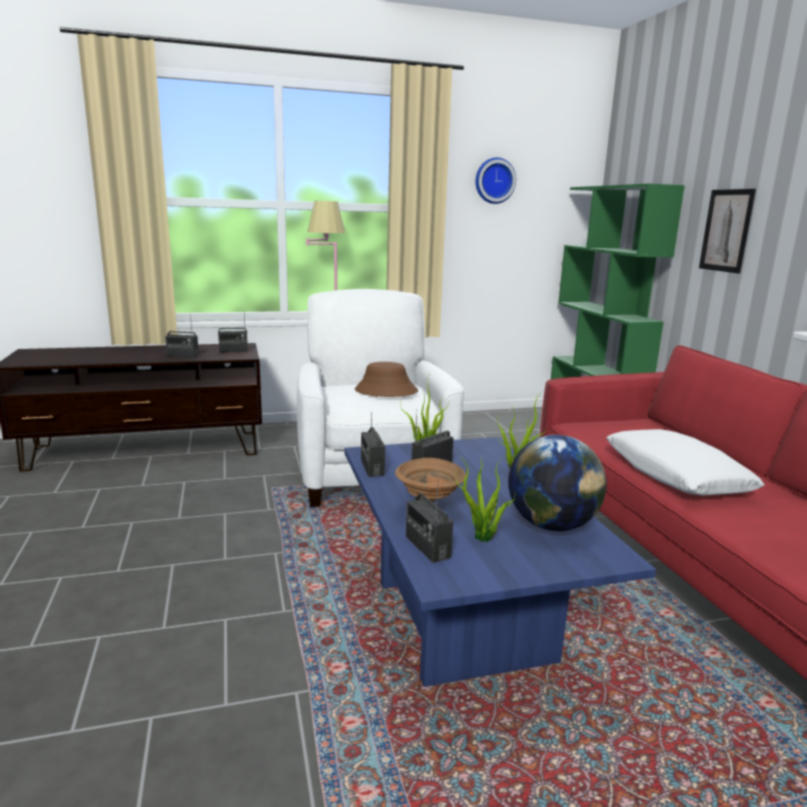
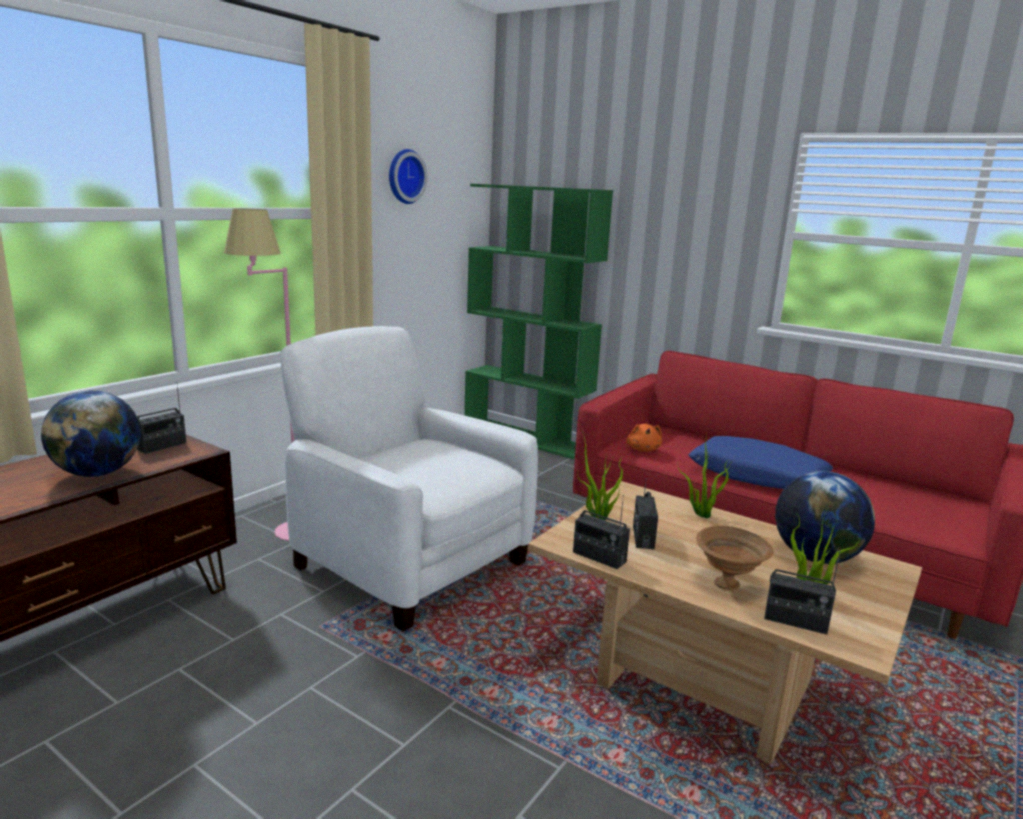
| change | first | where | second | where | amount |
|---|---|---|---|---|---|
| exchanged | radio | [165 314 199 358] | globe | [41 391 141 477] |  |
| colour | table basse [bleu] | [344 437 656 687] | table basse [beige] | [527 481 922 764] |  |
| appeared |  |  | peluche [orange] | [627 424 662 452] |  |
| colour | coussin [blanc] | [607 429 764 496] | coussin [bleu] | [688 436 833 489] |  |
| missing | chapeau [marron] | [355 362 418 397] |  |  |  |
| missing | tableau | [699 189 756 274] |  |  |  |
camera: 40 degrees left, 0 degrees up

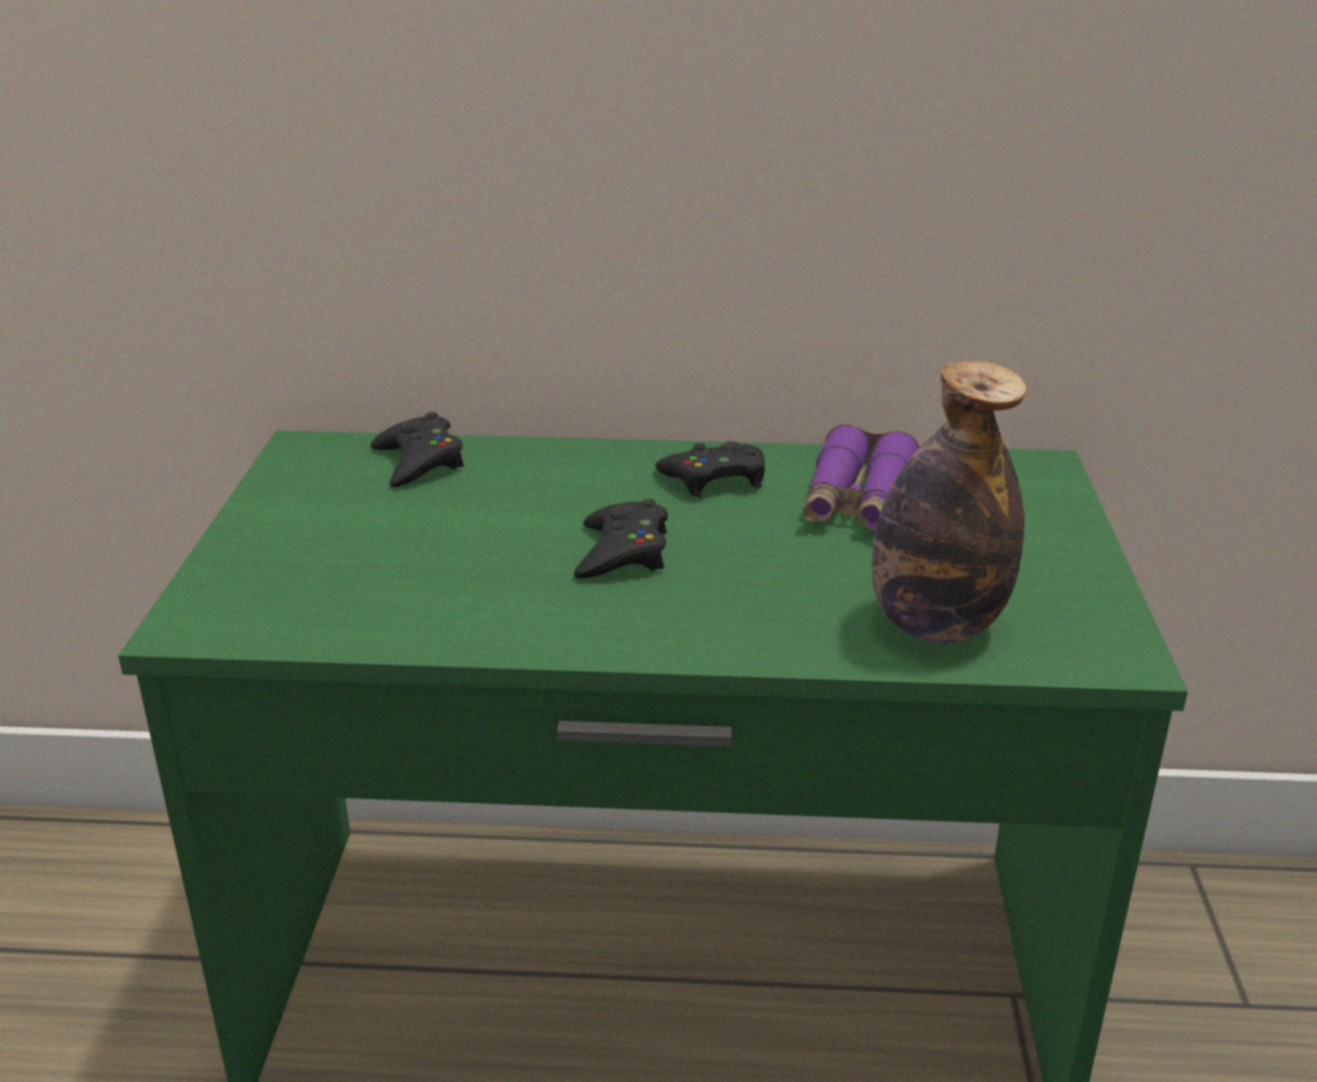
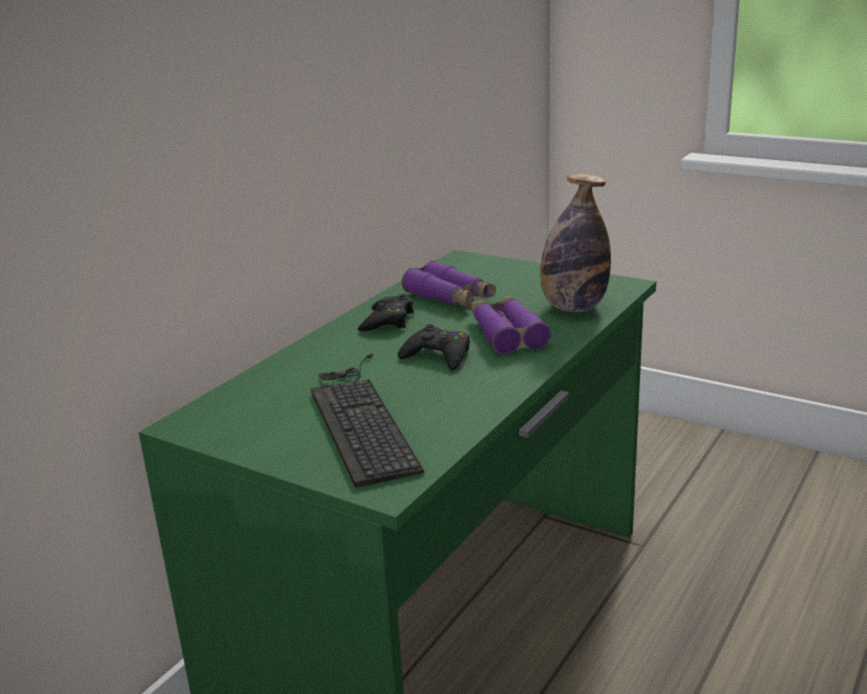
| change | first | where | second | where | amount |
|---|---|---|---|---|---|
| appeared |  |  | clavier | [311 353 424 488] |  |
| appeared |  |  | jumelles [violet] | [470 296 551 354] |  |
| missing | manette [noir] | [371 412 464 487] |  |  |  |
camera: 60 degrees left, 5 degrees down

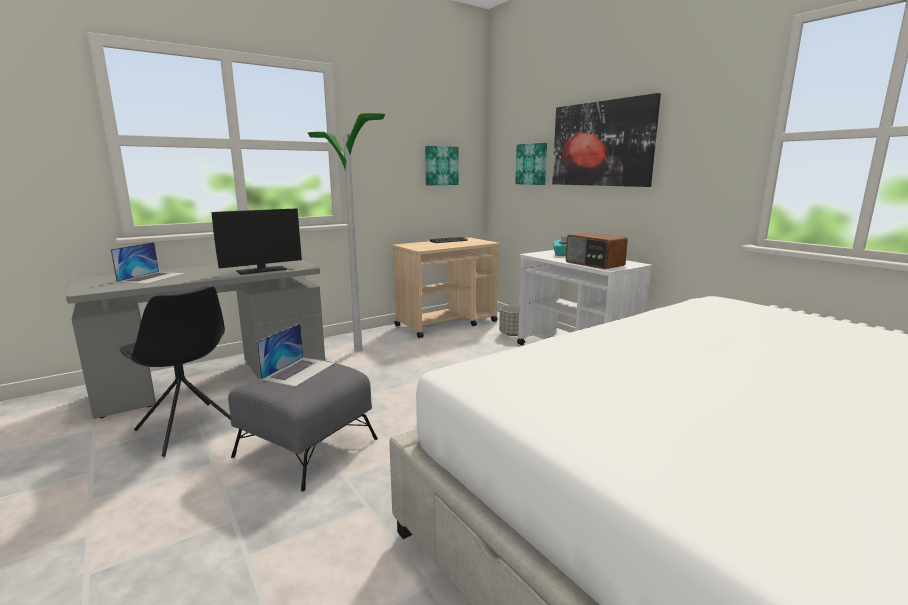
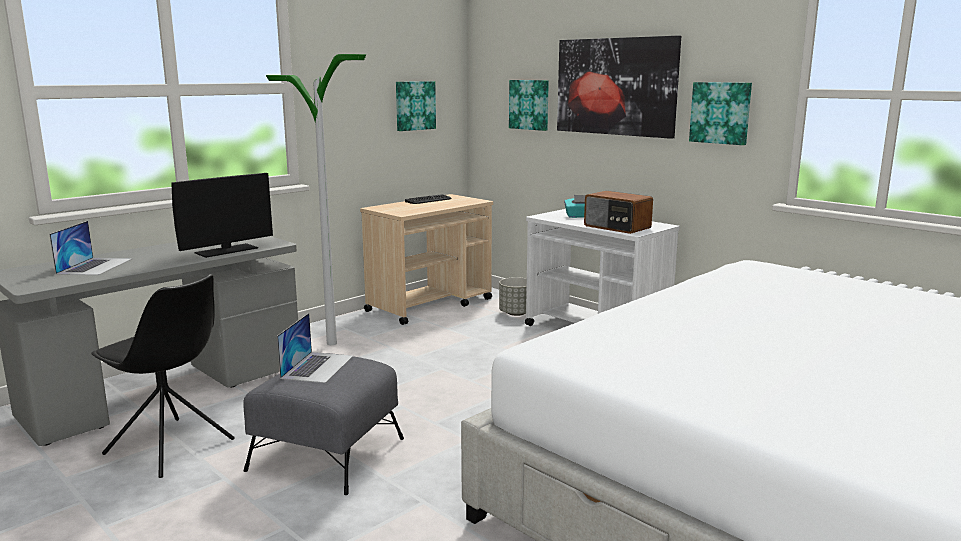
| change | first | where | second | where | amount |
|---|---|---|---|---|---|
| appeared |  |  | tableau | [689 82 752 145] |  |
camera: 10 degrees left, 0 degrees up

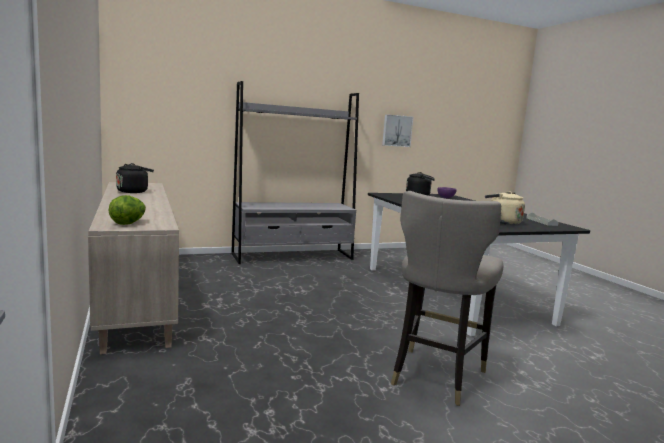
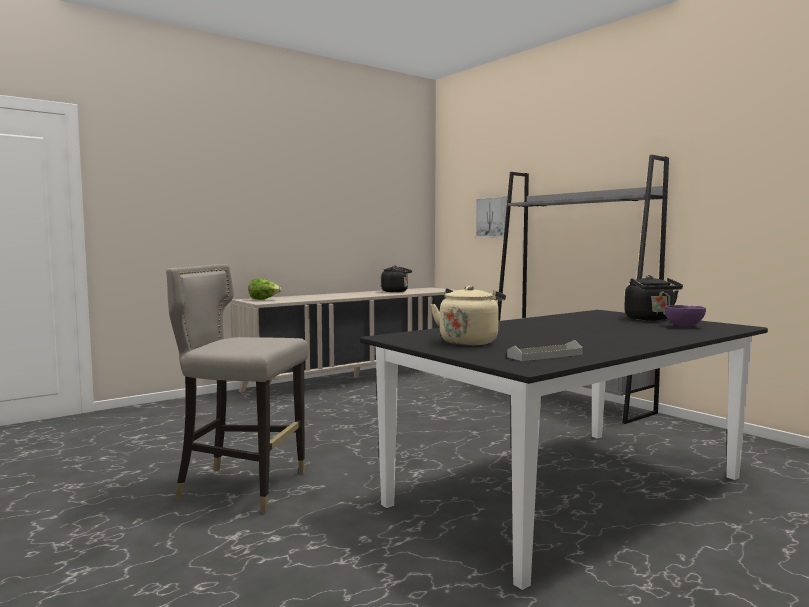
| change | first | where | second | where | amount |
|---|---|---|---|---|---|
| relocated | tableau | [382 114 413 147] |  | [475 197 507 237] |  |
camera: 75 degrees right, 5 degrees down

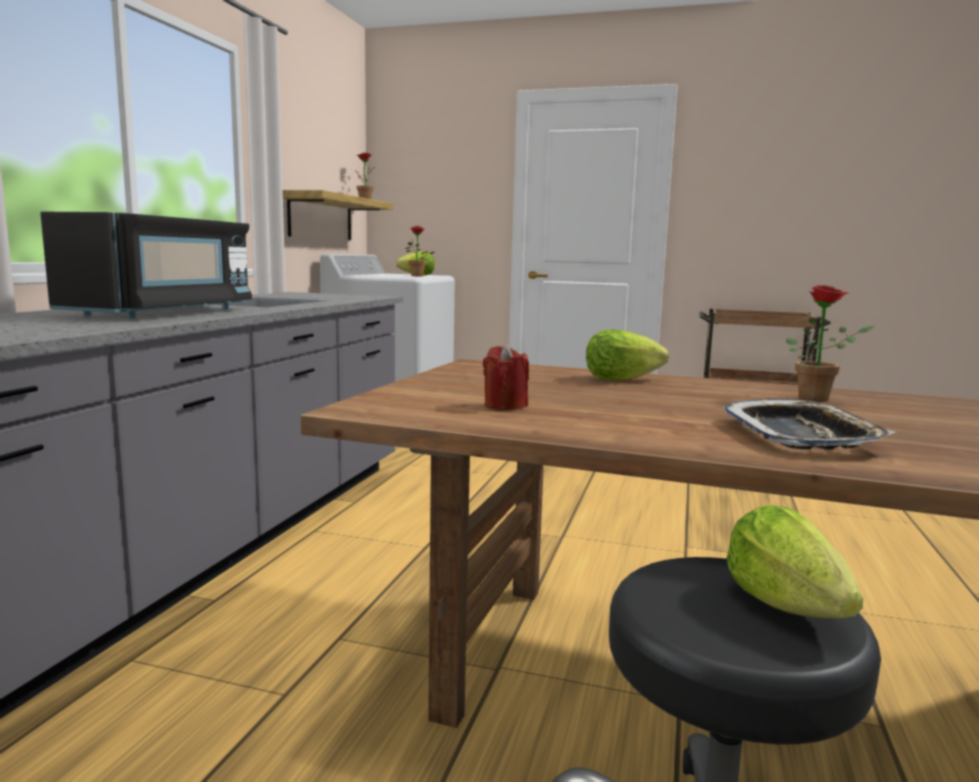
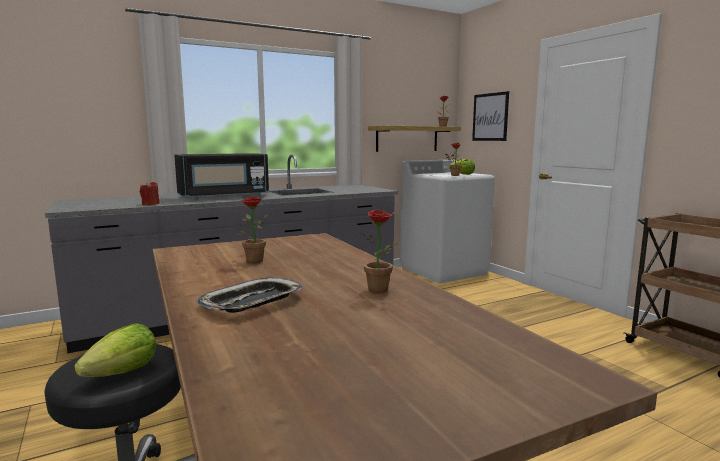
| change | first | where | second | where | amount |
|---|---|---|---|---|---|
| relocated | bougie [rouge] | [483 344 529 410] |  | [140 181 160 205] |  |
| appeared |  |  | plante en pot | [237 196 267 263] |  |
| appeared |  |  | tableau | [472 91 509 141] |  |
| missing | laitue | [586 330 669 380] |  |  |  |
camera: 45 degrees right, 0 degrees up

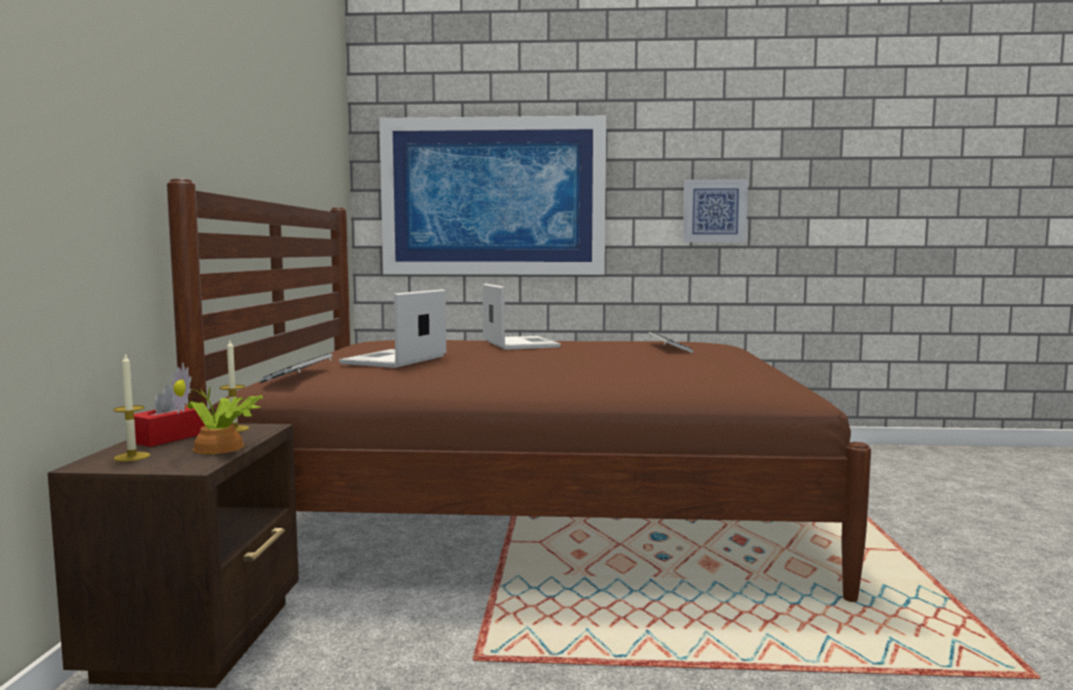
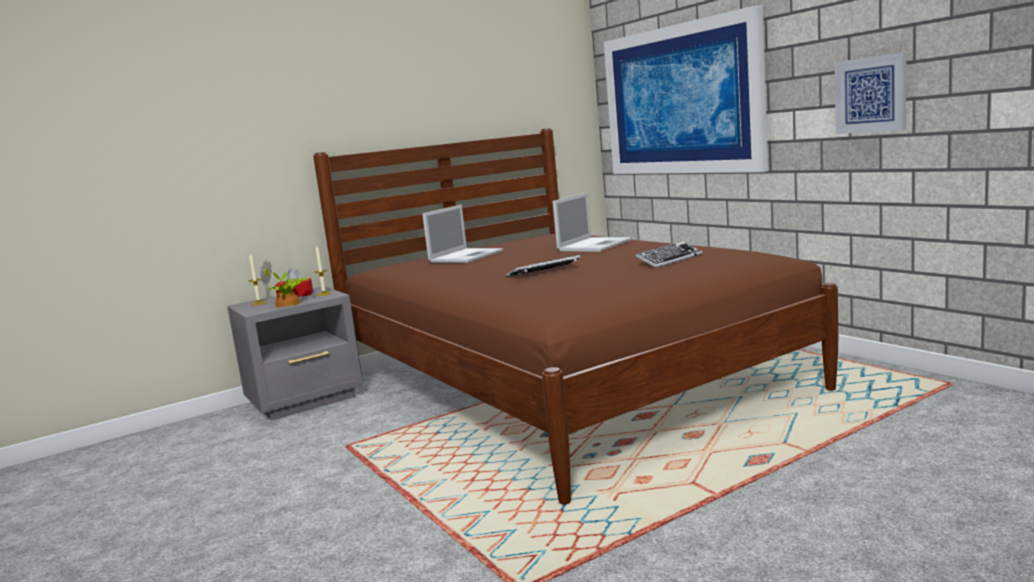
| change | first | where | second | where | amount |
|---|---|---|---|---|---|
| colour | table de chevet [marron] | [48 423 299 688] | table de chevet [gris] | [227 287 363 421] |  |
| spun | ordinateur portable | [339 289 446 368] |  | [422 205 503 263] | 135 degrees clockwise |
| relocated | clavier | [260 353 333 383] |  | [506 255 581 277] |  |
camera: 55 degrees right, 5 degrees up

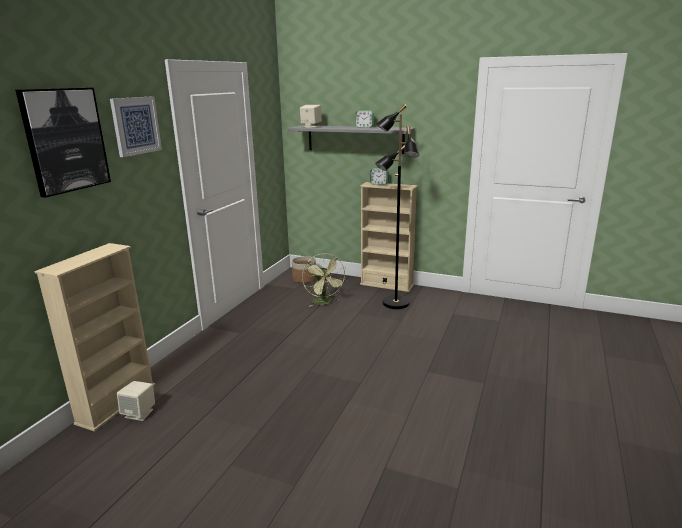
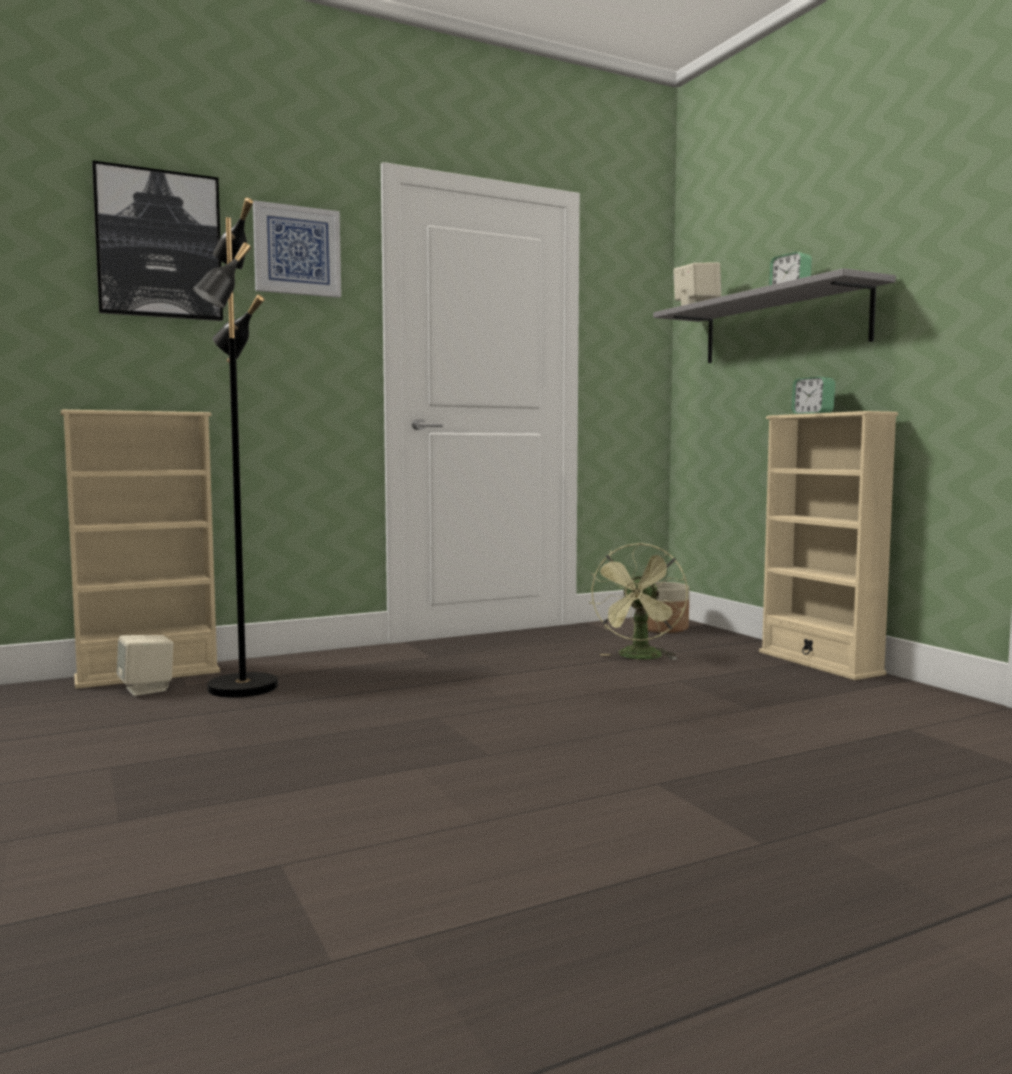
| change | first | where | second | where | amount |
|---|---|---|---|---|---|
| relocated | lampadaire [noir] | [375 104 419 309] |  | [193 197 278 697] |  |
camera: 40 degrees right, 15 degrees down

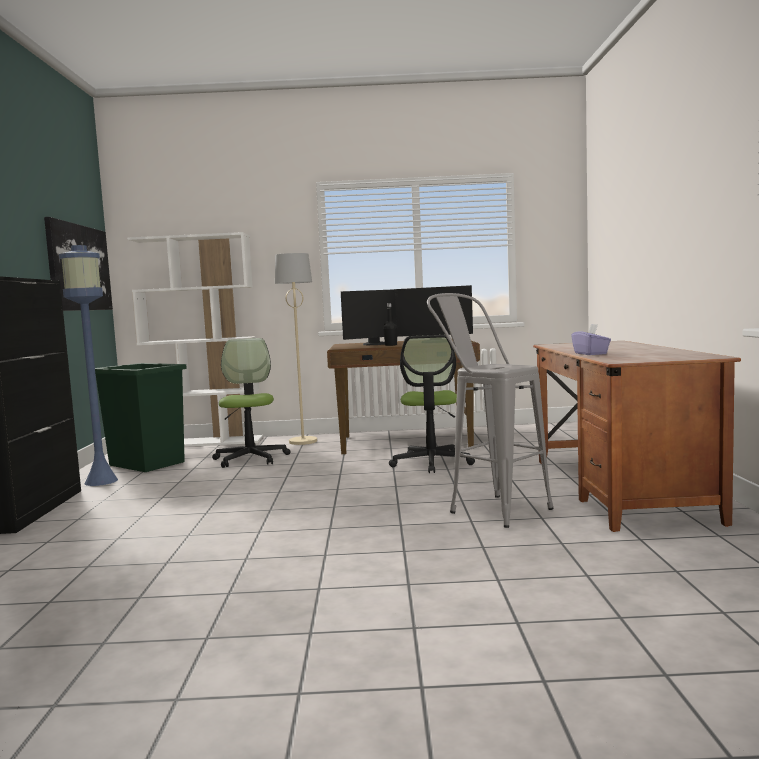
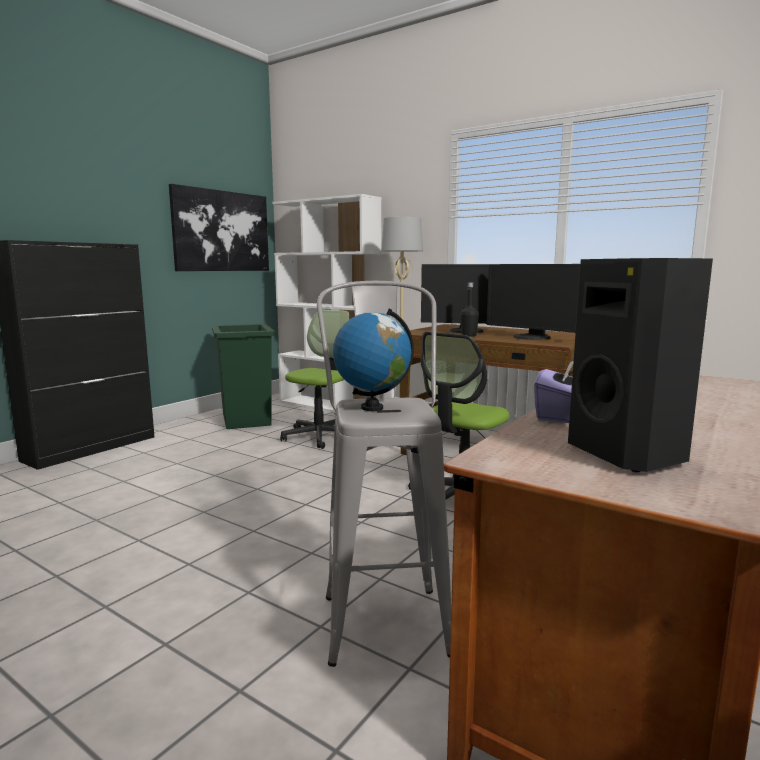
| change | first | where | second | where | amount |
|---|---|---|---|---|---|
| appeared |  |  | globe | [333 309 414 411] |  |
| appeared |  |  | enceinte [noir] | [568 258 713 472] |  |
| missing | lampadaire [bleu] | [59 245 118 486] |  |  |  |
camera: 35 degrees right, 5 degrees up

